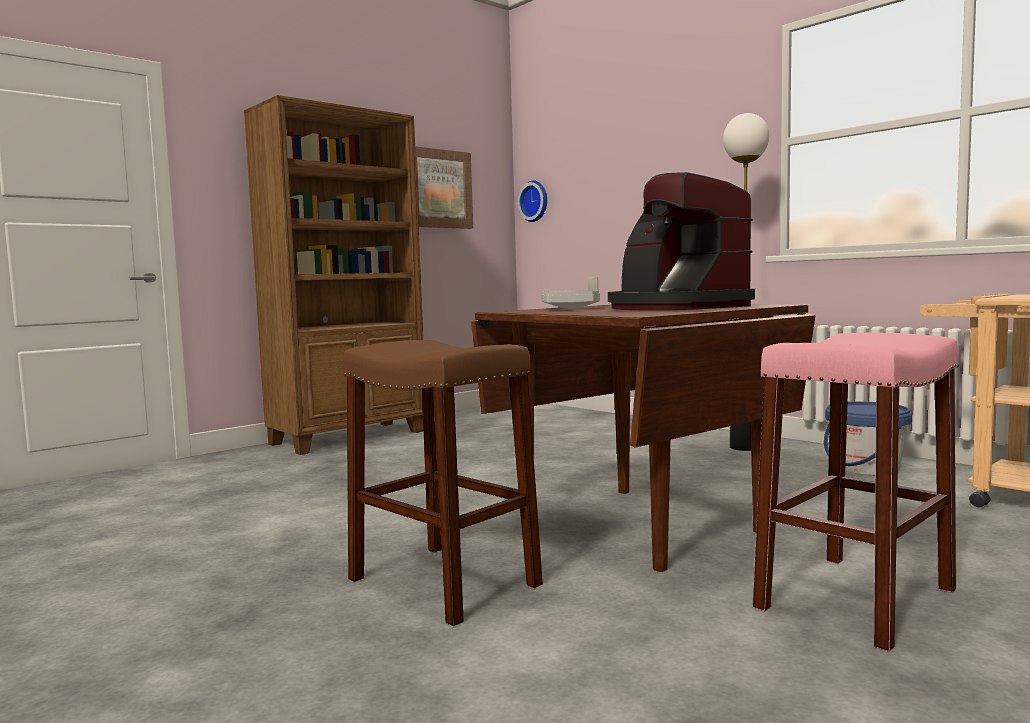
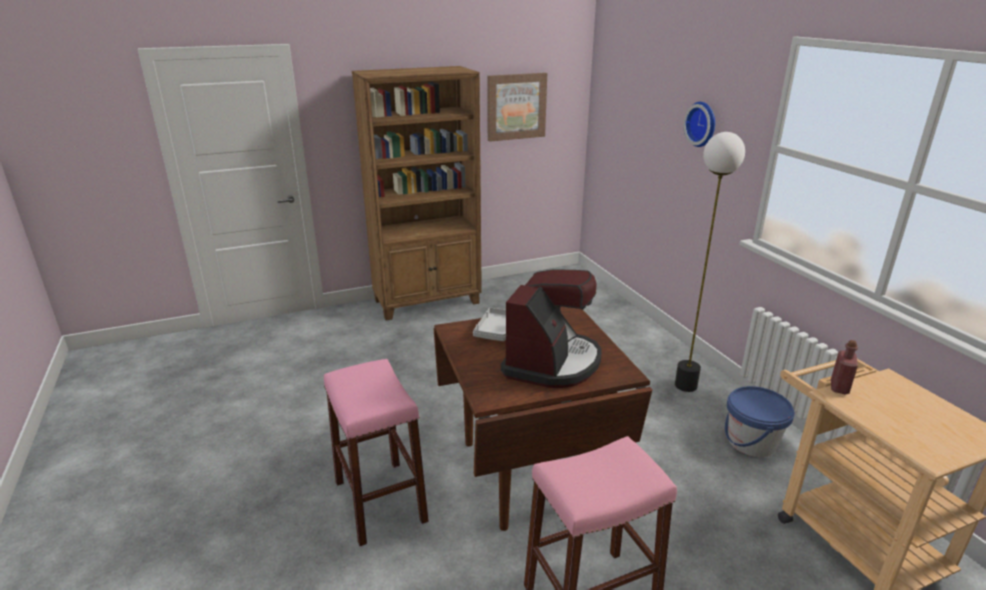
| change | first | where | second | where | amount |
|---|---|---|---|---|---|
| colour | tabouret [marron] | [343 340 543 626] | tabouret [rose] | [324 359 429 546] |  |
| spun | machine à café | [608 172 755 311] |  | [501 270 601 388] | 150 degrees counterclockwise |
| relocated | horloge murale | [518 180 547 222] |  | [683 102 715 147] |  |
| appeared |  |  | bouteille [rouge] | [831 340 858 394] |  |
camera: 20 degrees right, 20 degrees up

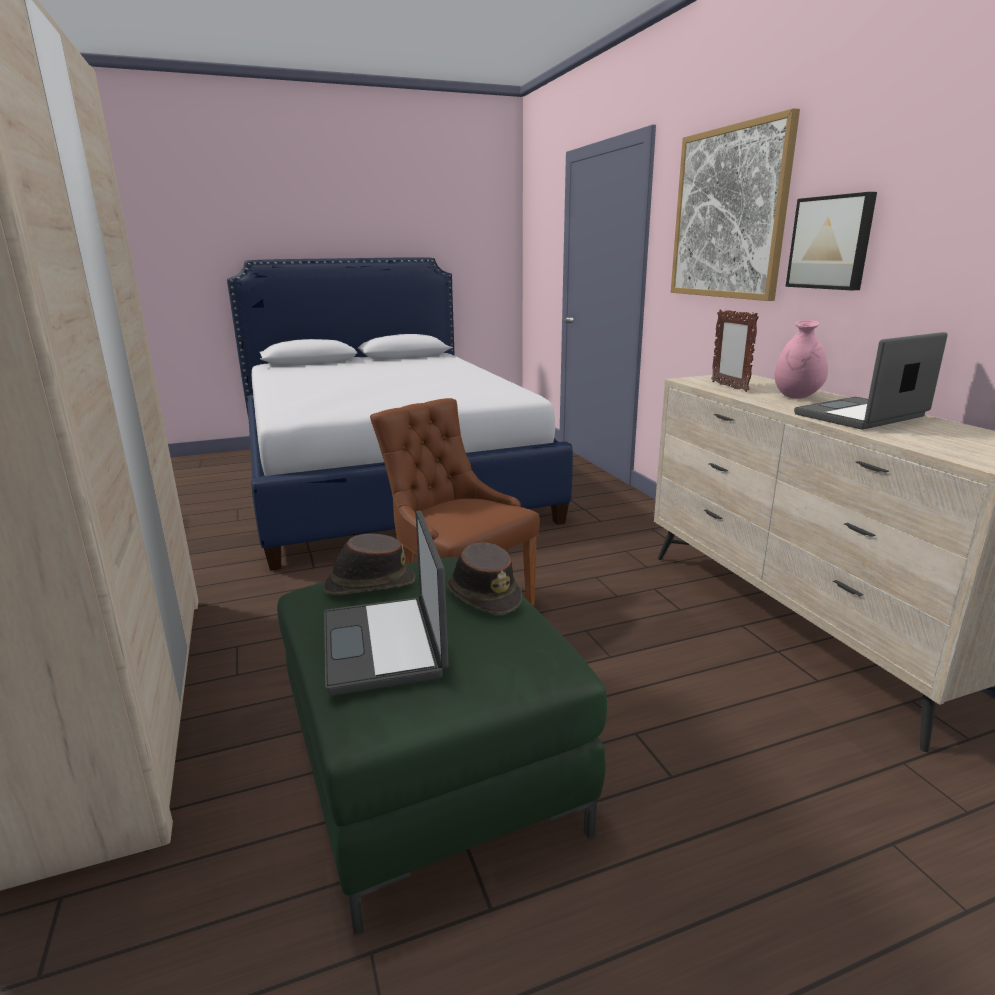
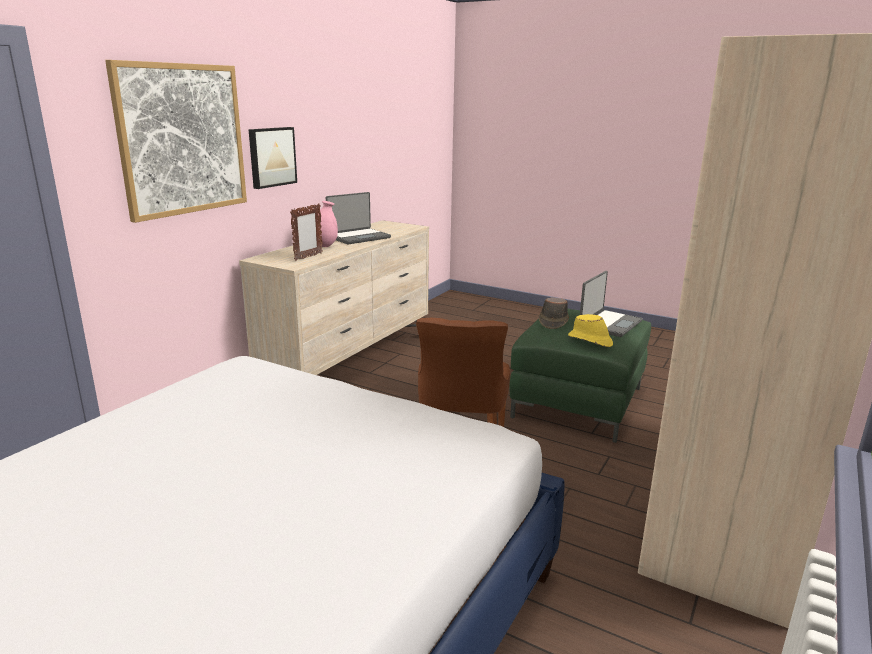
| change | first | where | second | where | amount |
|---|---|---|---|---|---|
| spun | ordinateur portable | [794 332 948 429] |  | [326 192 391 244] | 60 degrees counterclockwise |
| colour | chapeau [marron] | [323 534 415 595] | chapeau [jaune] | [568 314 613 347] |  |
camera: 130 degrees left, 0 degrees up

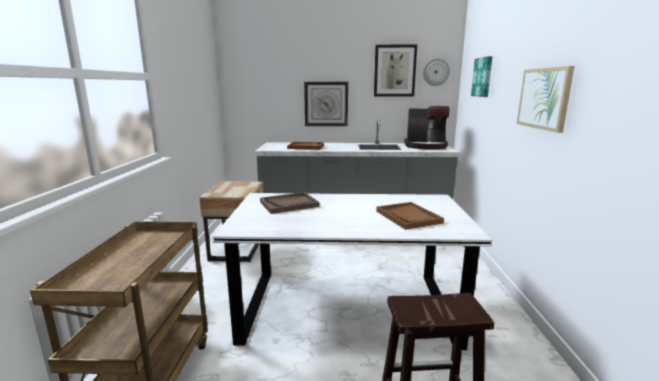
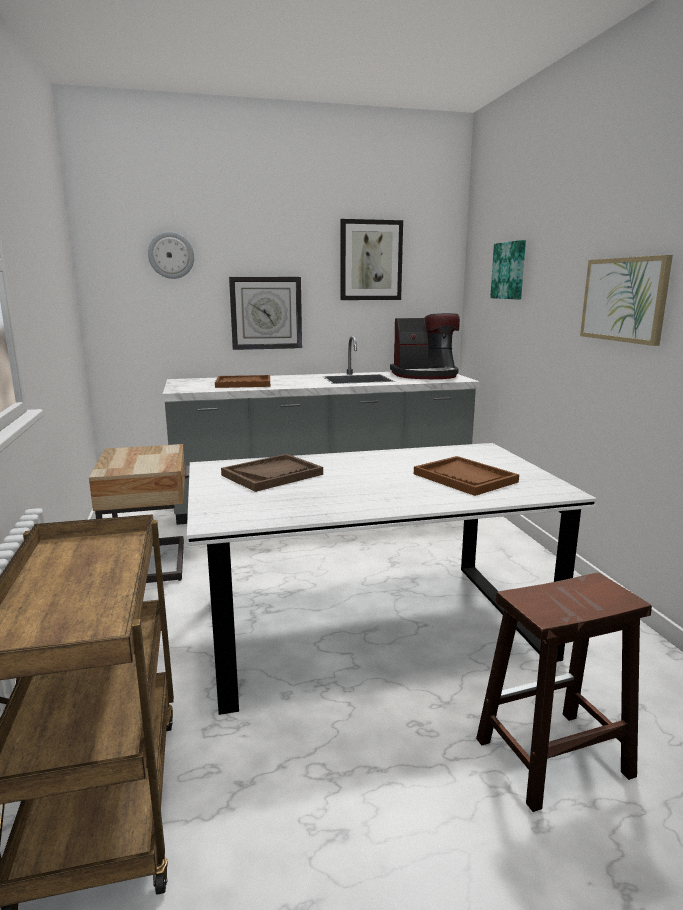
| change | first | where | second | where | amount |
|---|---|---|---|---|---|
| relocated | horloge murale | [423 58 450 86] |  | [148 232 194 279] |  |
camera: 15 degrees left, 0 degrees up

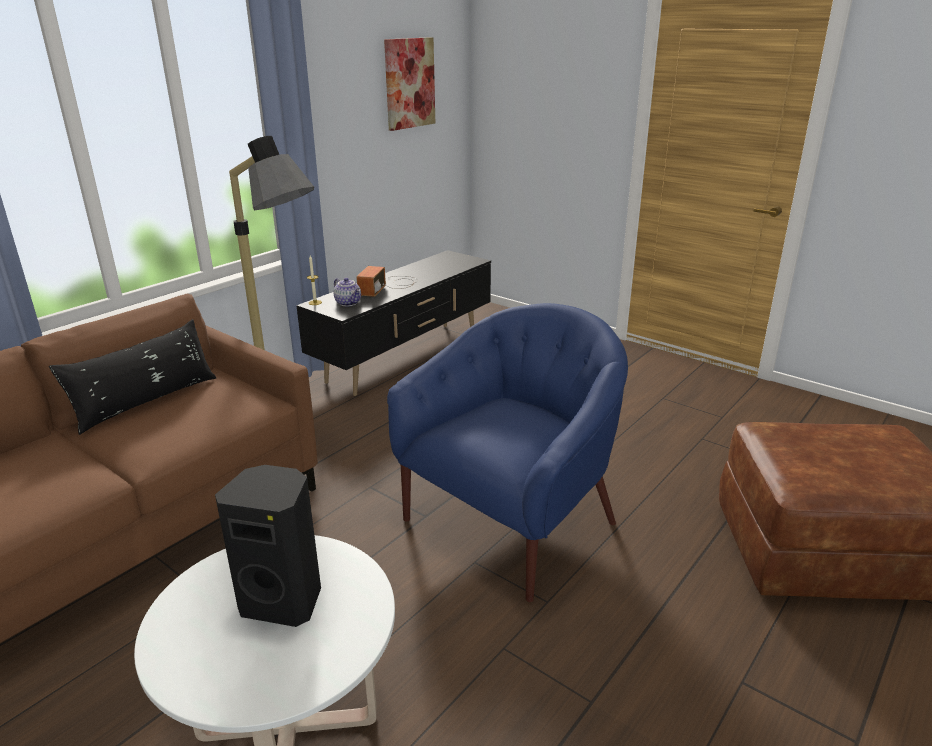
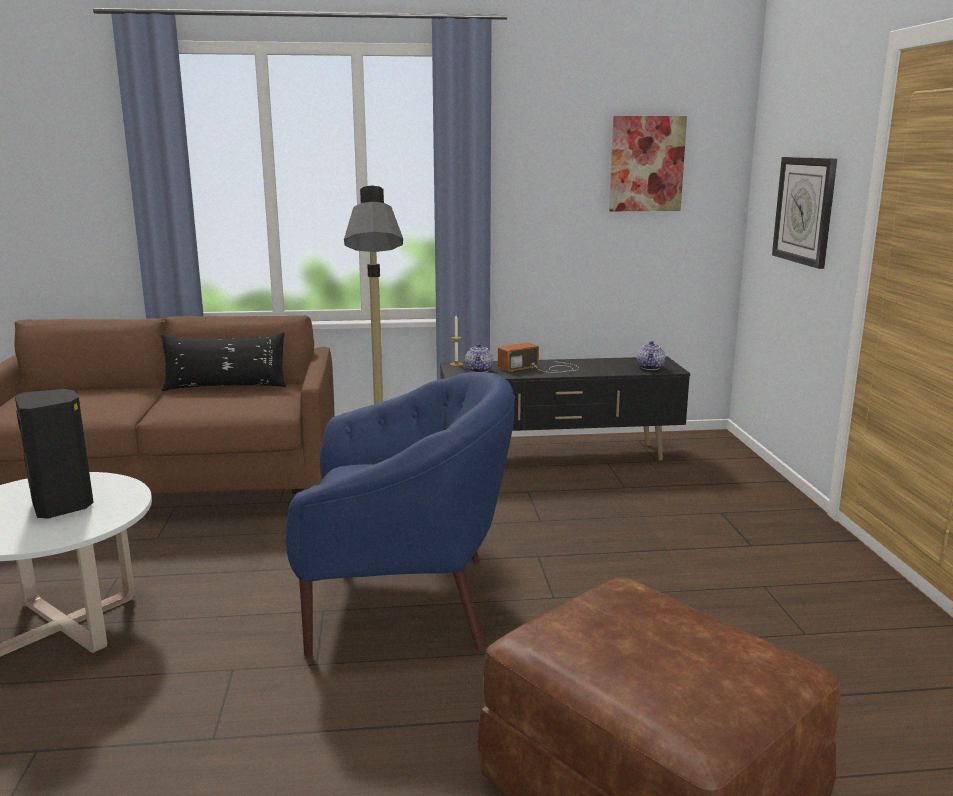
| change | first | where | second | where | amount |
|---|---|---|---|---|---|
| appeared |  |  | théière | [637 341 665 370] |  |
| appeared |  |  | horloge murale | [772 157 837 269] |  |
camera: 45 degrees right, 10 degrees down

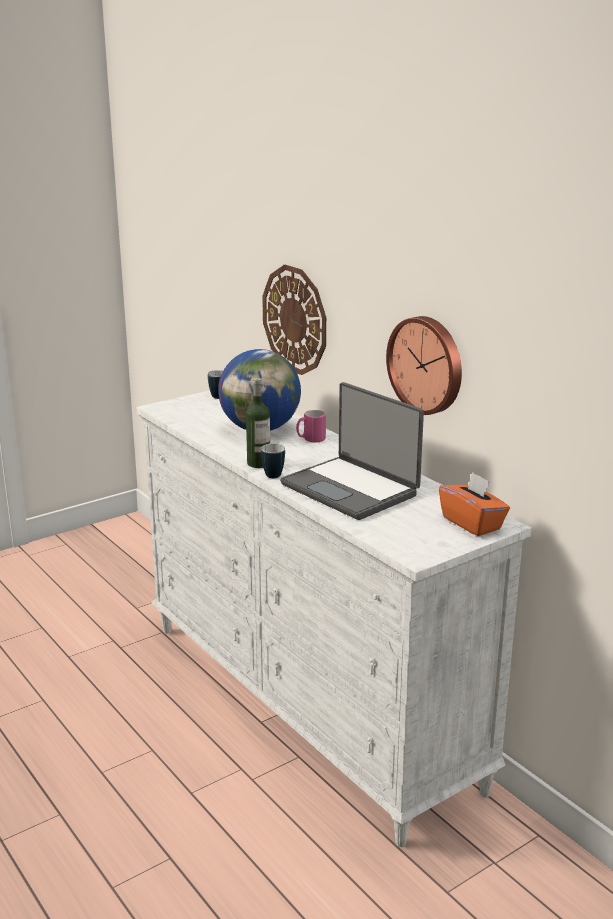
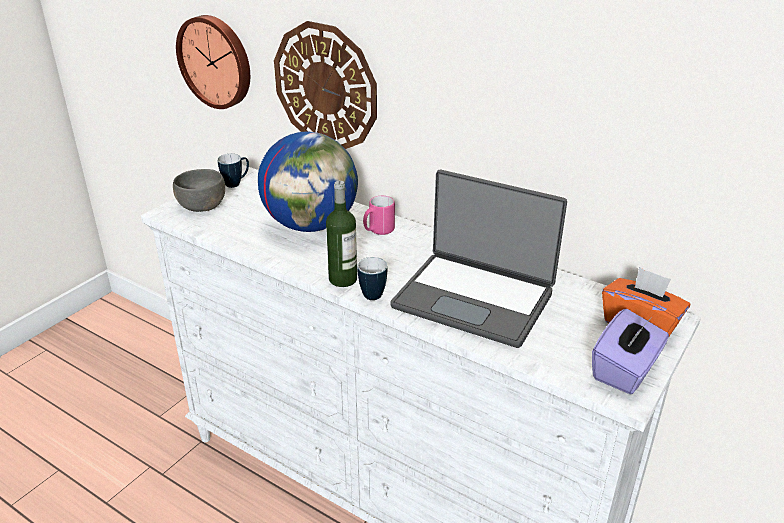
| change | first | where | second | where | amount |
|---|---|---|---|---|---|
| appeared |  |  | bol [gris] | [173 169 225 212] |  |
| relocated | horloge murale | [386 316 462 415] |  | [176 15 250 109] |  |
| appeared |  |  | boîte à mouchoirs [violet] | [592 309 669 394] |  |
camera: 20 degrees left, 10 degrees up

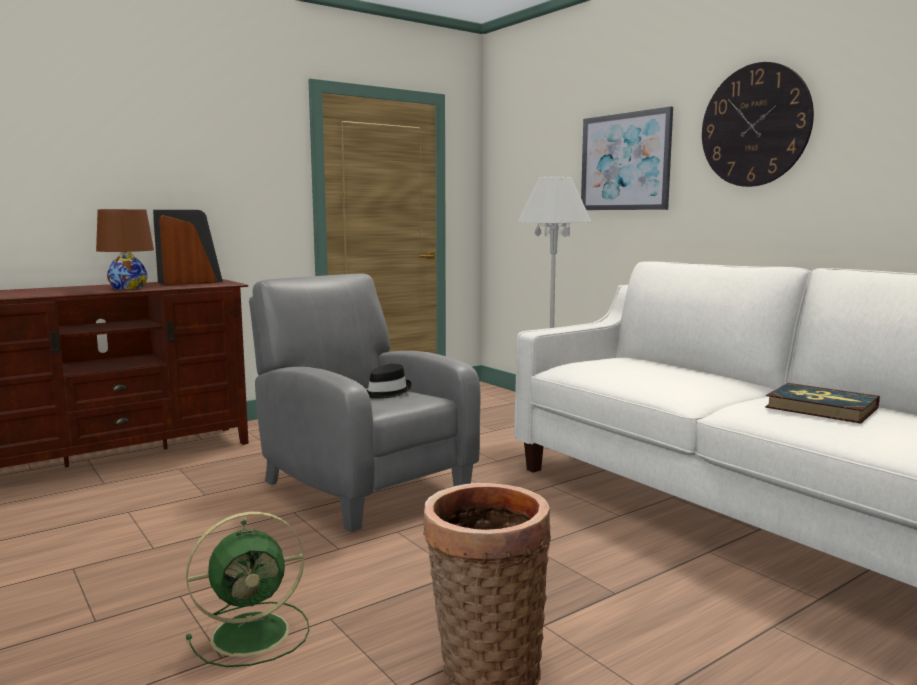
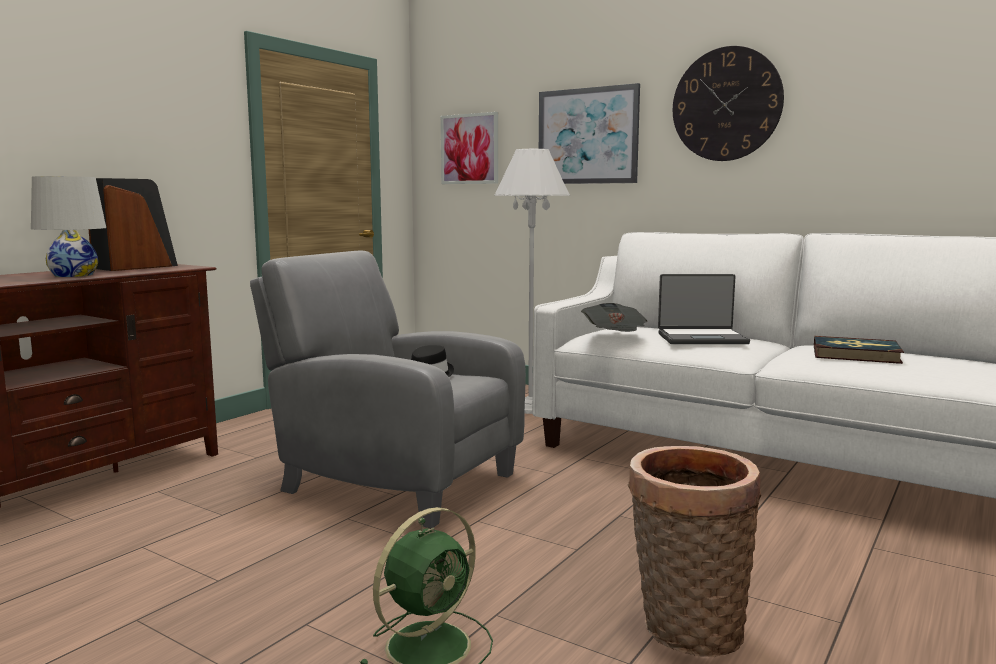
| change | first | where | second | where | amount |
|---|---|---|---|---|---|
| colour | lampe de table [marron] | [96 209 154 289] | lampe de table [blanc] | [31 176 106 277] |  |
| appeared |  |  | tableau | [441 112 498 184] |  |
| appeared |  |  | journal | [581 303 647 332] |  |
| appeared |  |  | ordinateur portable | [658 274 750 344] |  |
camera: 20 degrees left, 0 degrees up

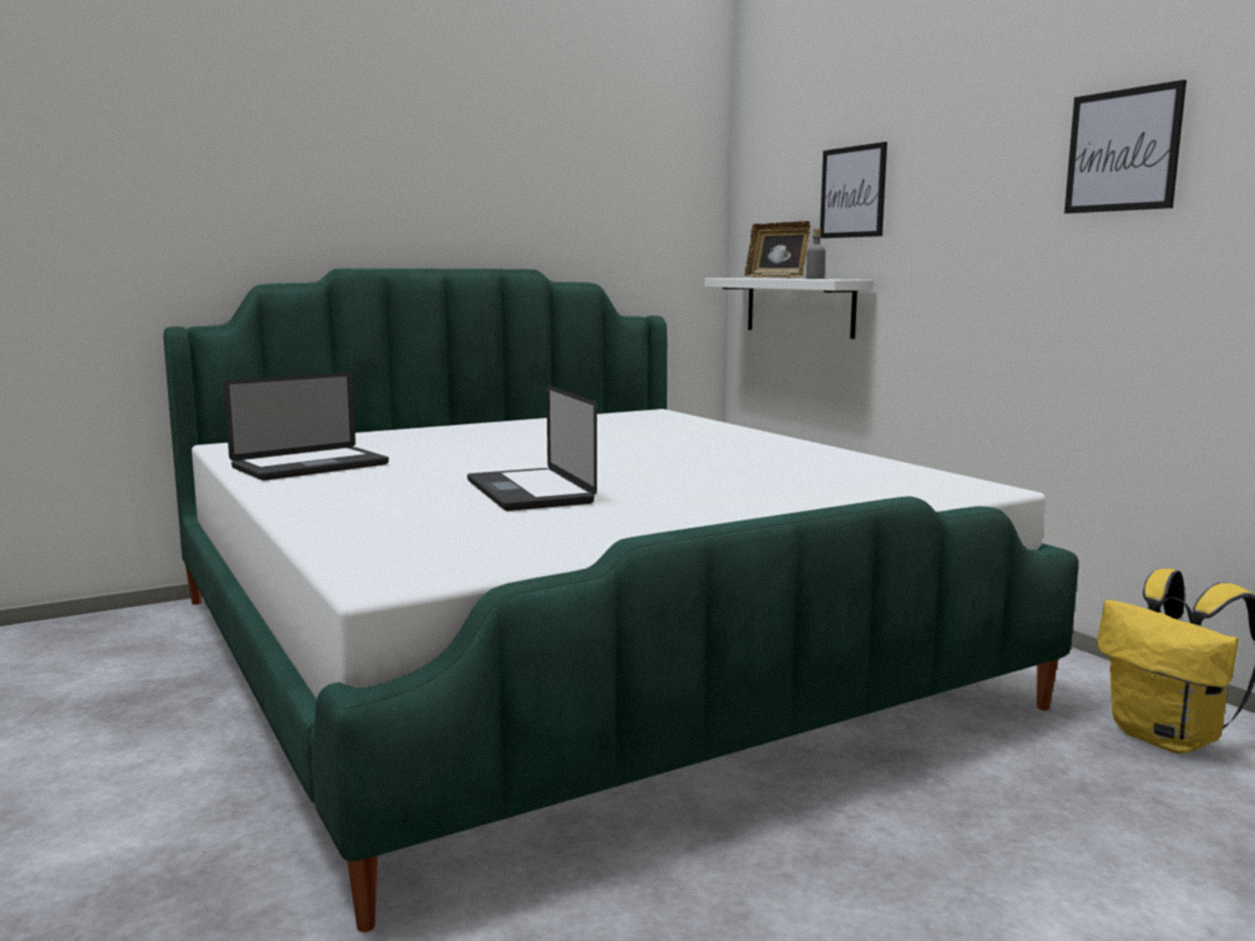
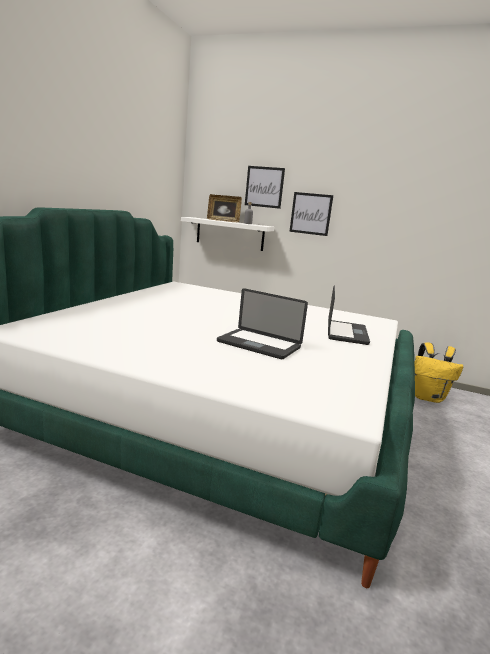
| change | first | where | second | where | amount |
|---|---|---|---|---|---|
| relocated | tableau | [1064 80 1187 214] |  | [289 192 333 236] |  |
| relocated | ordinateur portable | [224 372 389 480] |  | [328 285 370 345] |  |
camera: 40 degrees left, 5 degrees up

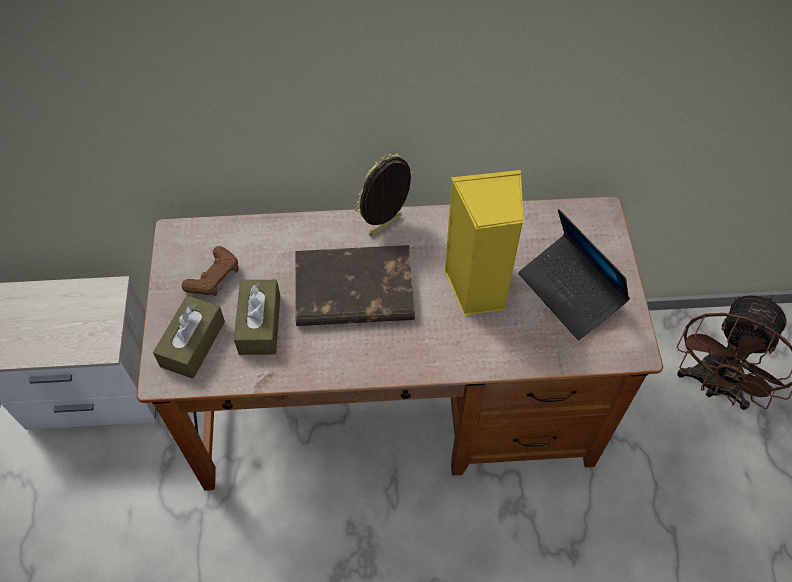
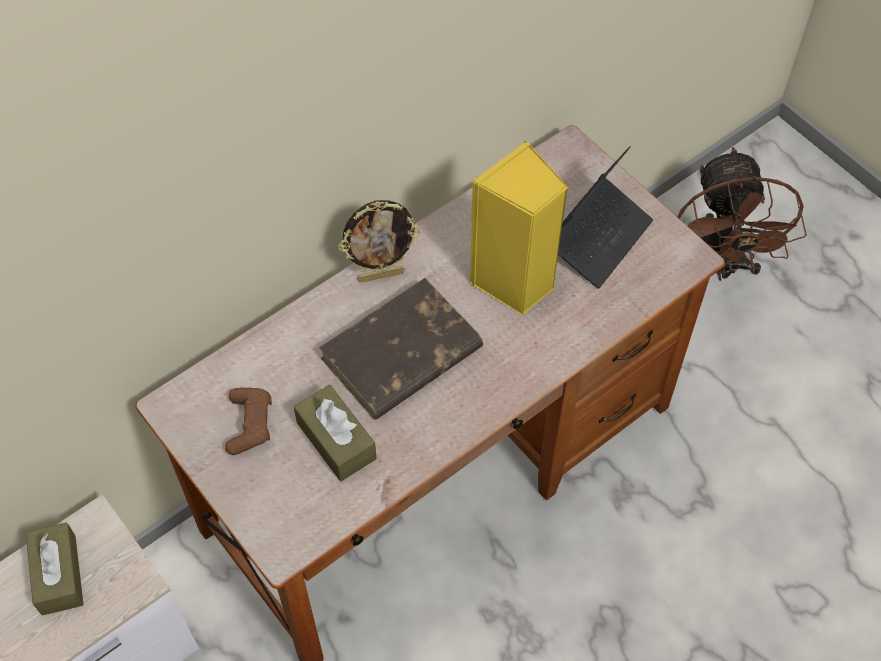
| change | first | where | second | where | amount |
|---|---|---|---|---|---|
| relocated | boîte à mouchoirs [marron] | [153 295 225 379] |  | [26 522 84 616] |  |
| spun | cadre photo | [355 154 412 236] |  | [338 200 421 282] | 120 degrees counterclockwise |
| spun | ordinateur portable | [518 209 630 340] |  | [558 146 653 289] | 75 degrees counterclockwise |
camera: 35 degrees left, 0 degrees up

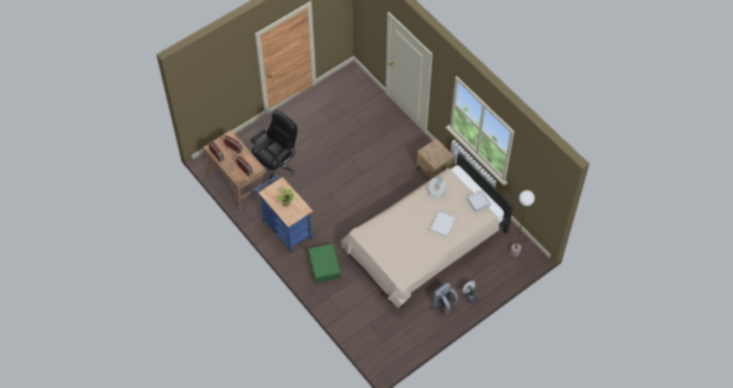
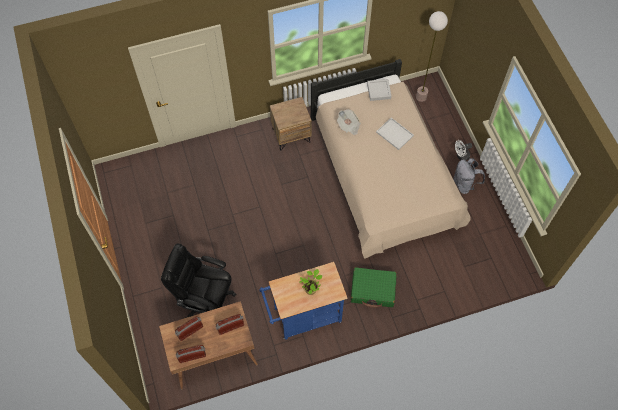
| change | first | where | second | where | amount |
|---|---|---|---|---|---|
| spun | chaise de bureau [noir] | [251 110 297 183] |  | [161 244 237 318] | 45 degrees counterclockwise |
camera: 70 degrees left, 5 degrees up

